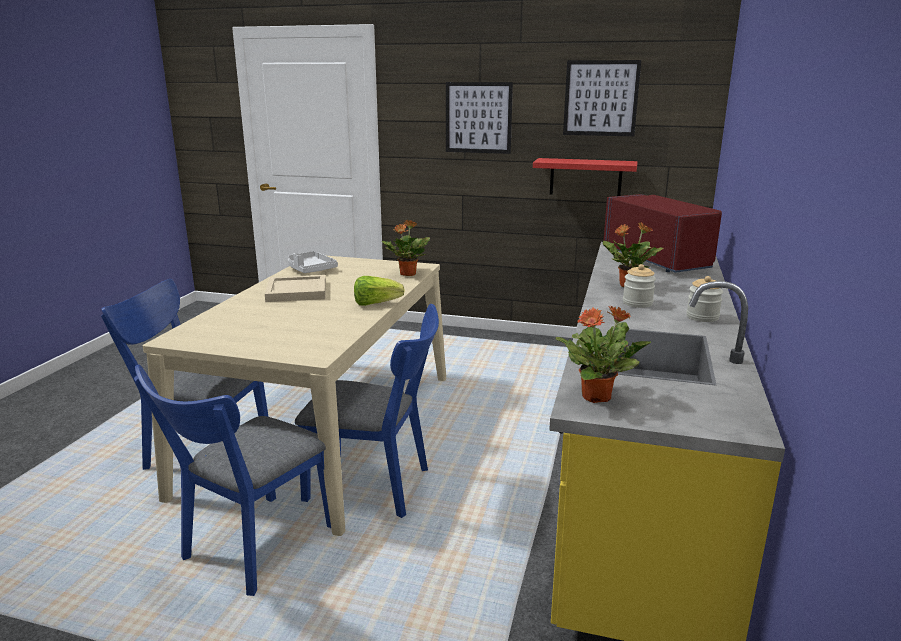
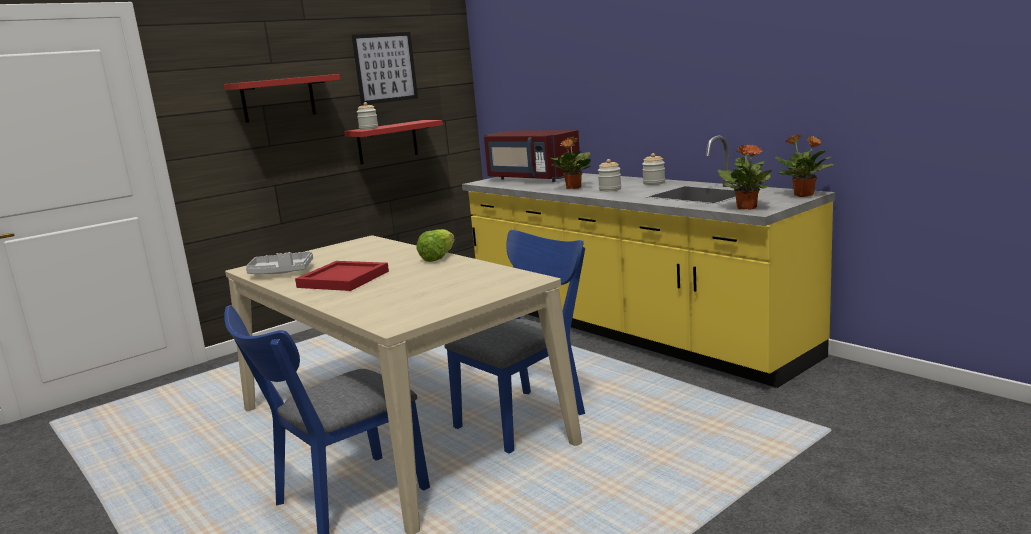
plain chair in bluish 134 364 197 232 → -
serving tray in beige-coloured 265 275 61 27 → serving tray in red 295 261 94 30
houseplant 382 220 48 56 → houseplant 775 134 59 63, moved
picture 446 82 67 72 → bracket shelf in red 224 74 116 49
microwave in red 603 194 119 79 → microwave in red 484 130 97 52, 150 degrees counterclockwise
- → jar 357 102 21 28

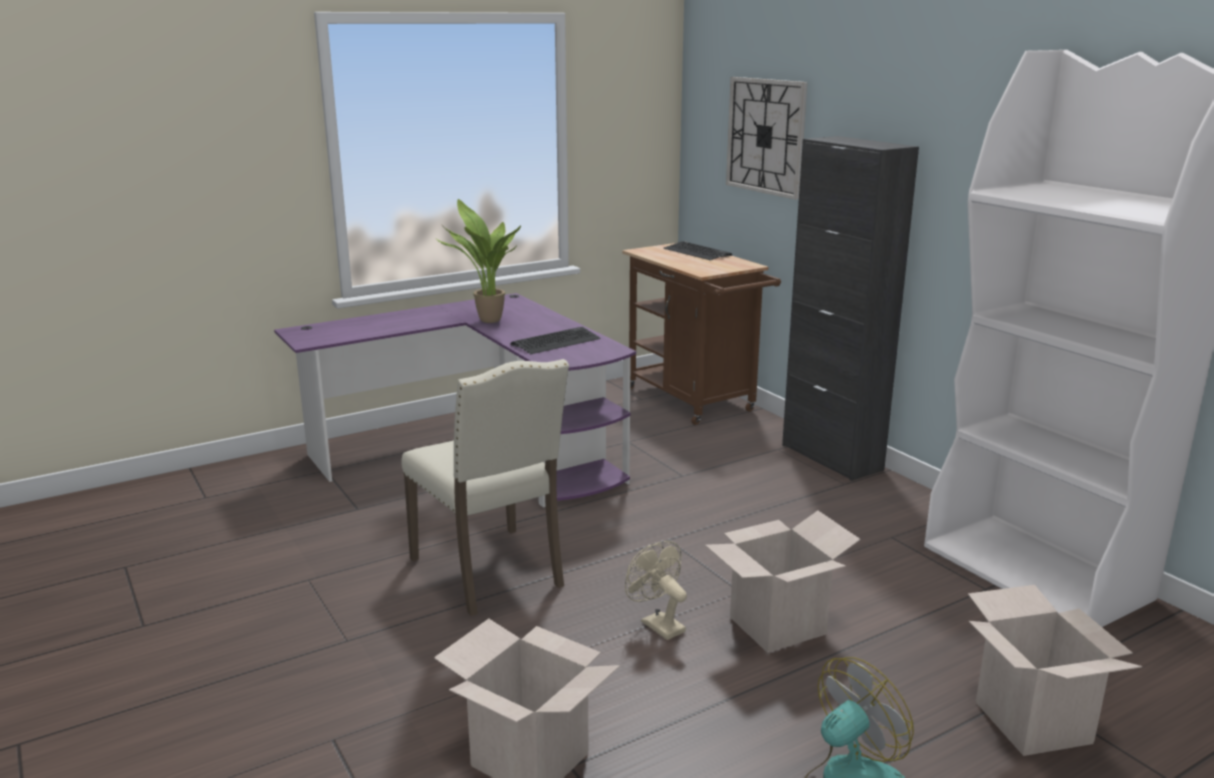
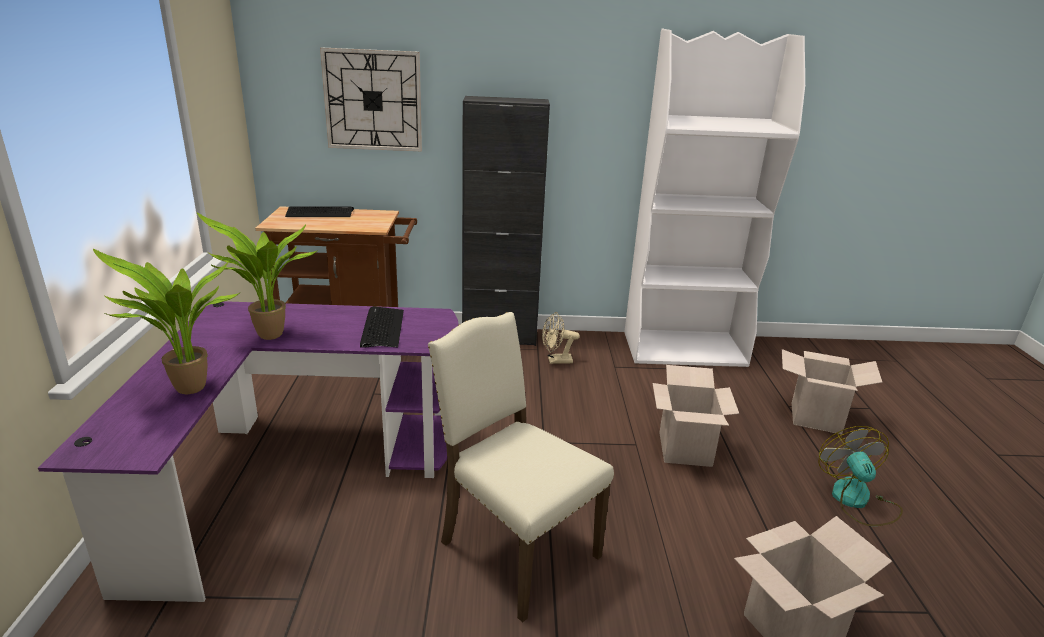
plain chair in beige-coloured 401 359 168 257 → plain chair in beige-coloured 428 312 186 310, 135 degrees counterclockwise
cooling fan in beige-coloured 625 541 62 99 → cooling fan in beige-coloured 542 312 38 52, moved
- → houseplant 93 249 146 145

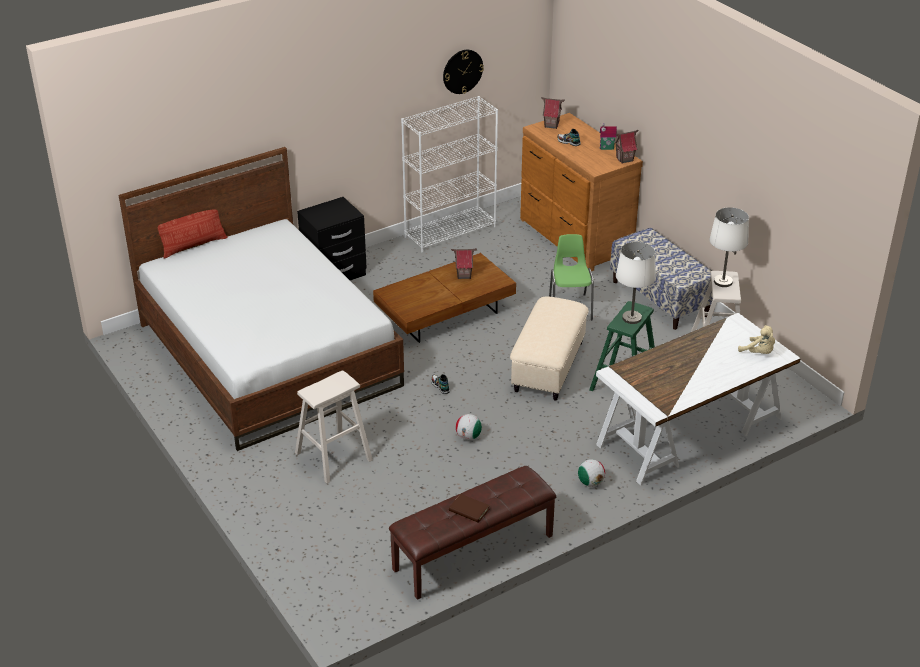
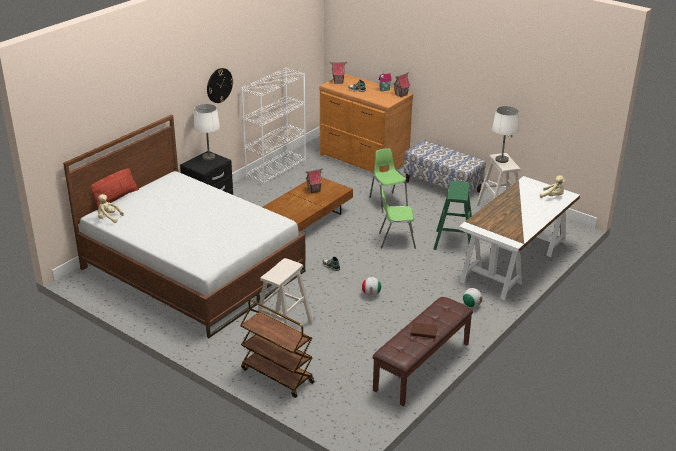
wall clock 443 50 41 44 → wall clock 207 68 27 35, moved
ottoman in beige-coloured 510 297 79 103 → plain chair in greenish 379 189 37 60
table lamp in whitish 616 242 40 82 → table lamp in whitish 193 104 27 56, moved
- → cuddly toy in beige-coloured 98 194 26 29
- → wheeled cart in brownish 240 299 75 99

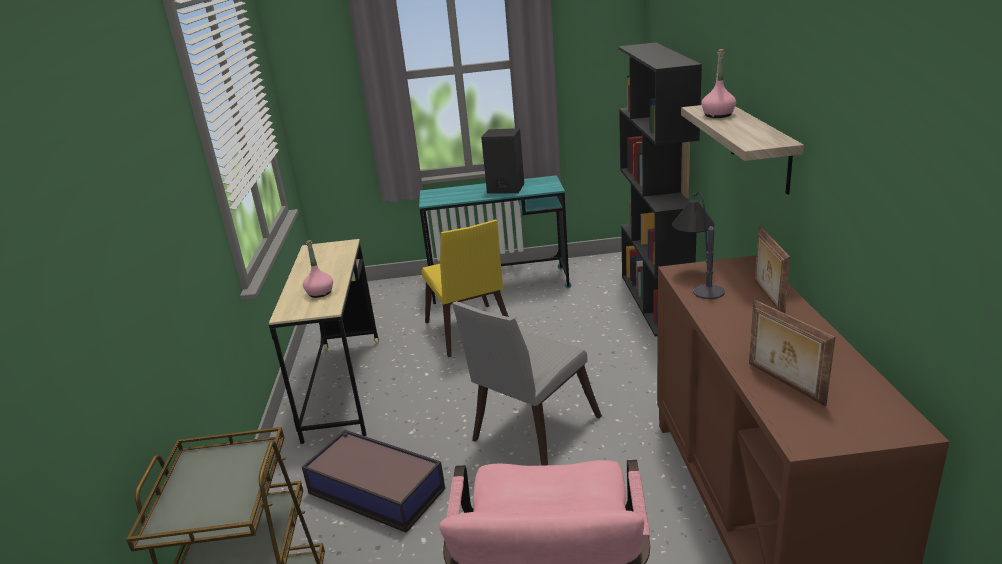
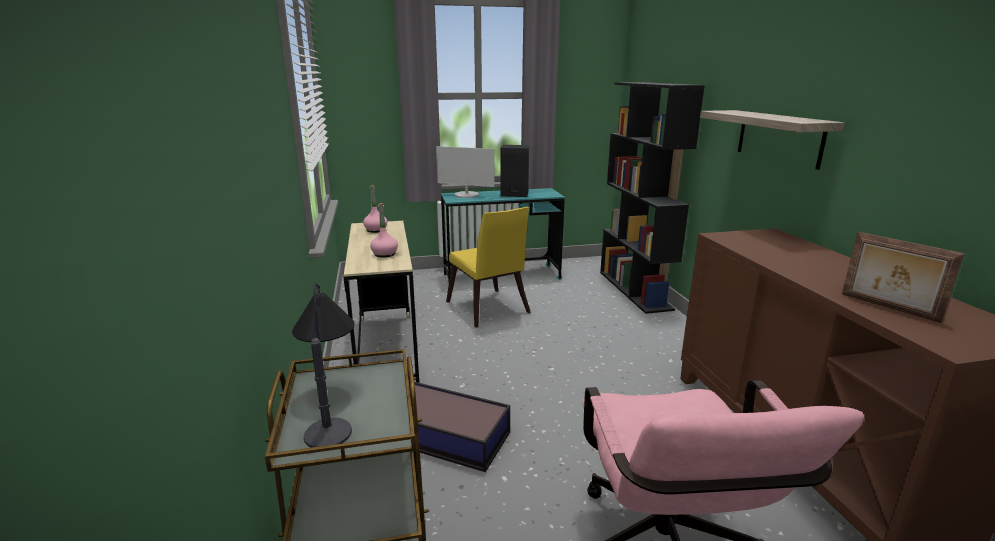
plain chair in grey 452 301 150 165 → -
table lamp 672 192 53 107 → table lamp 292 283 63 165, moved
drink bottle in pinkish 701 49 35 69 → drink bottle in pinkish 363 185 24 48, moved
picture frame 755 226 35 87 → -
- → monitor 436 146 58 52

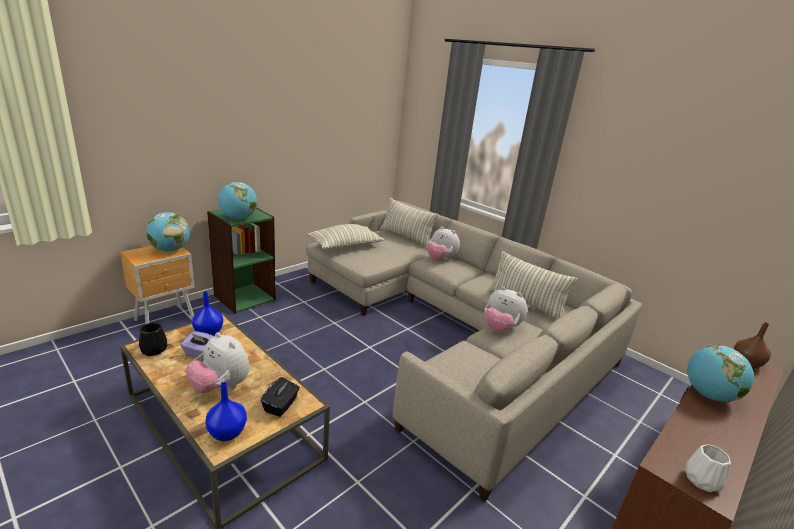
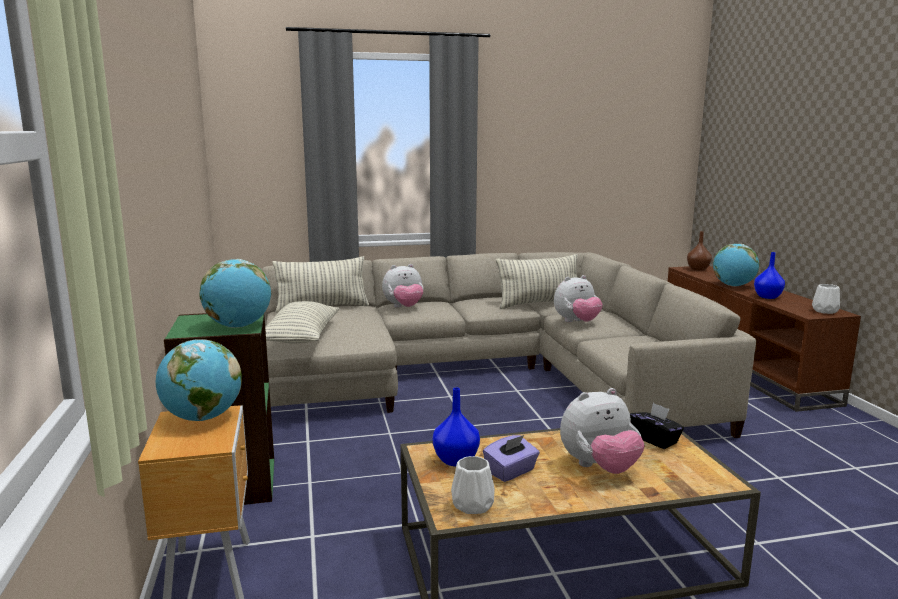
decorative vase in black 139 323 28 33 → decorative vase in whitish 451 456 44 58
decorative vase in bluish 205 382 42 59 → decorative vase in bluish 754 252 31 47, moved

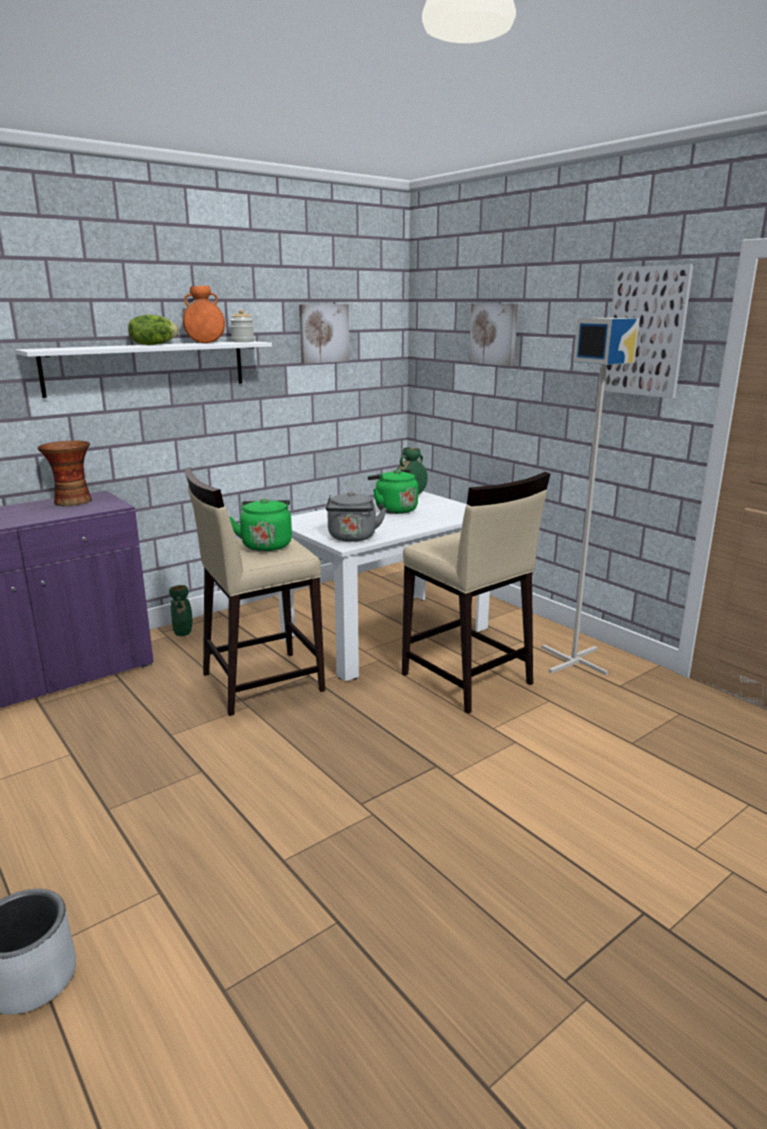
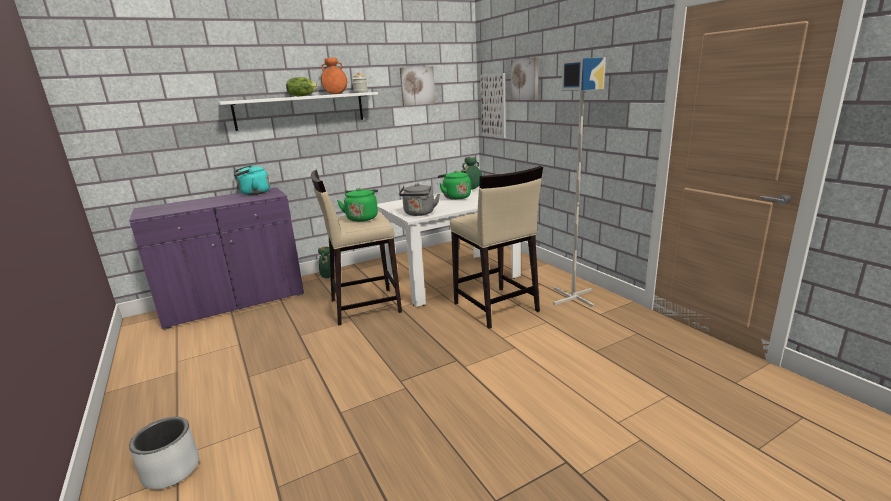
decorative vase 37 440 55 66 → tea kettle in blue-green 234 165 36 30
picture 604 265 89 134 → picture 480 73 26 65, moved

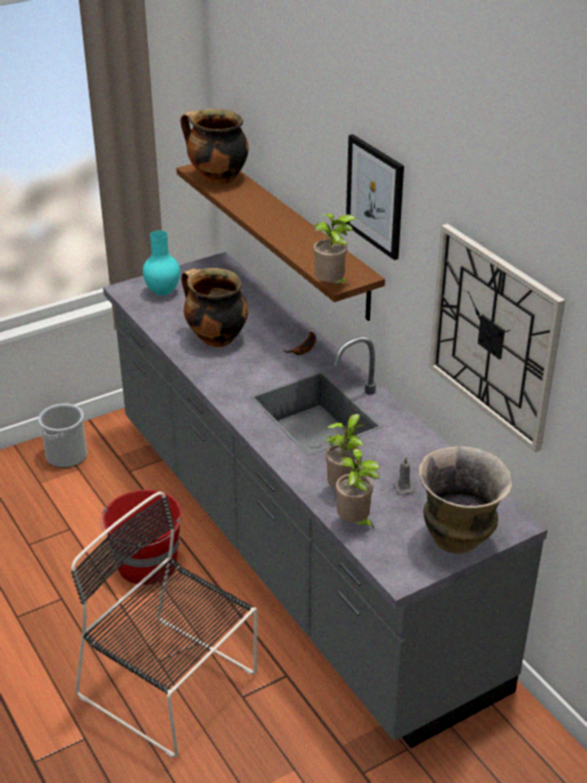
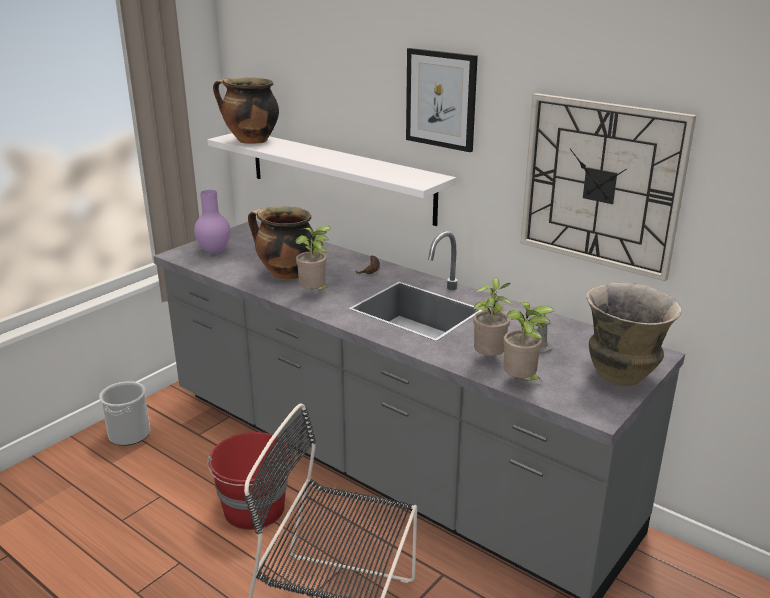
decorative vase in blue-green 143 231 37 65 → decorative vase in purplish 194 190 36 64
bracket shelf in brownish 176 164 209 157 → bracket shelf in whitish 207 133 249 93
houseplant 313 214 43 70 → houseplant 295 226 36 64, moved

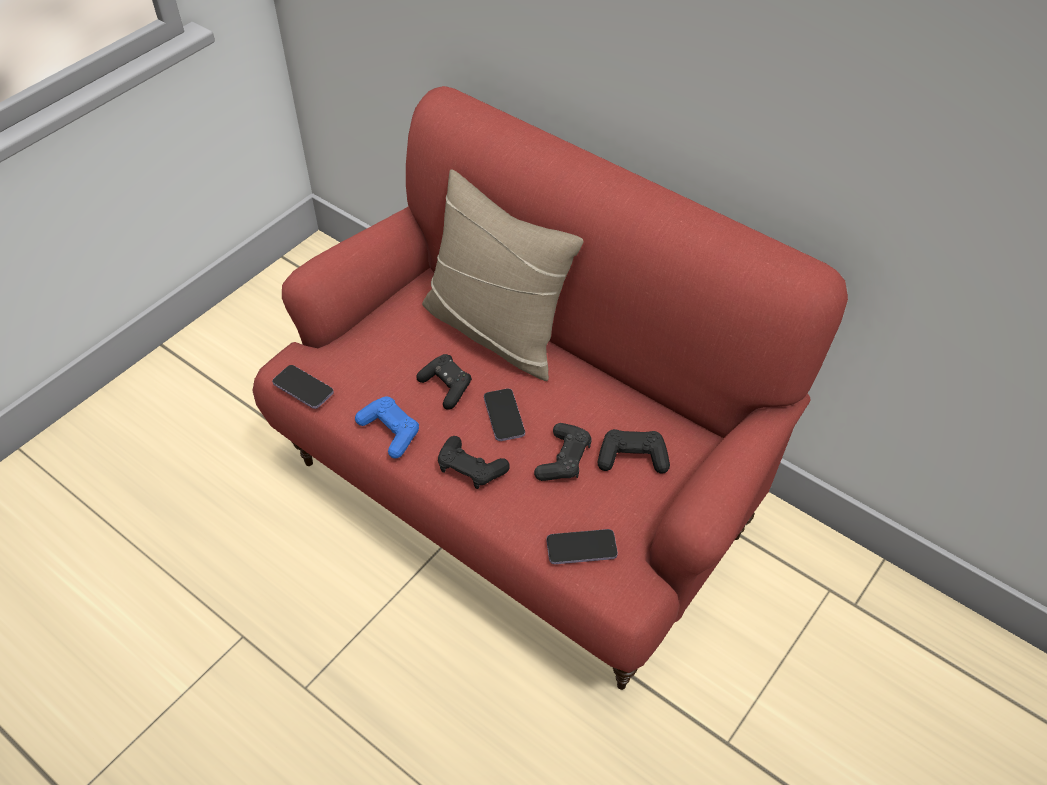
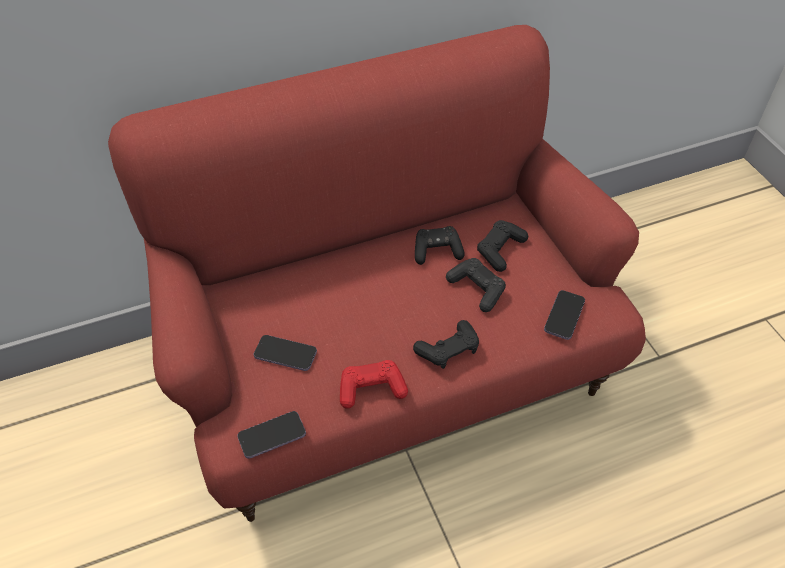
game controller in bluish 355 396 64 62 → game controller in red 340 360 68 49
game controller in black 416 354 56 56 → game controller in black 415 226 50 39, moved
pillow in beige-coloured 422 169 162 212 → -
phone 484 389 41 52 → phone 254 335 63 36, moved

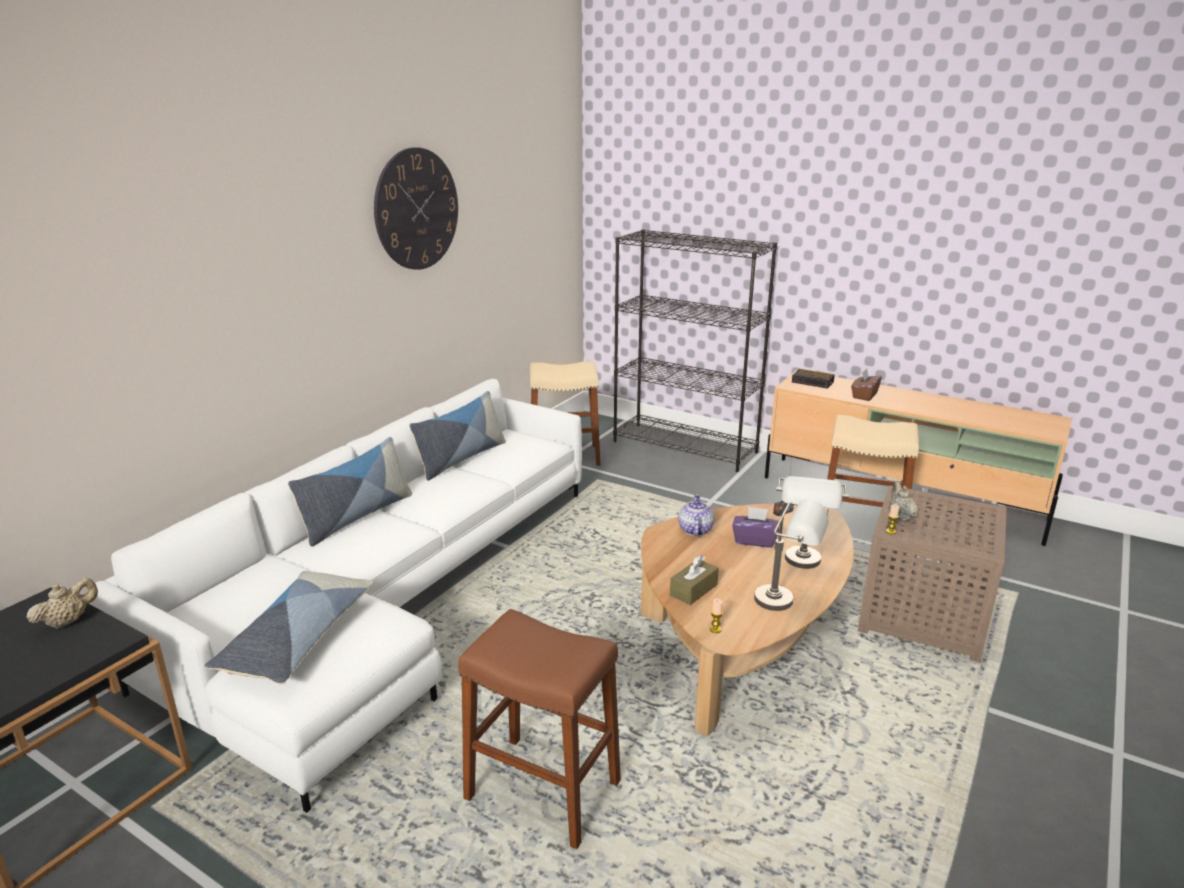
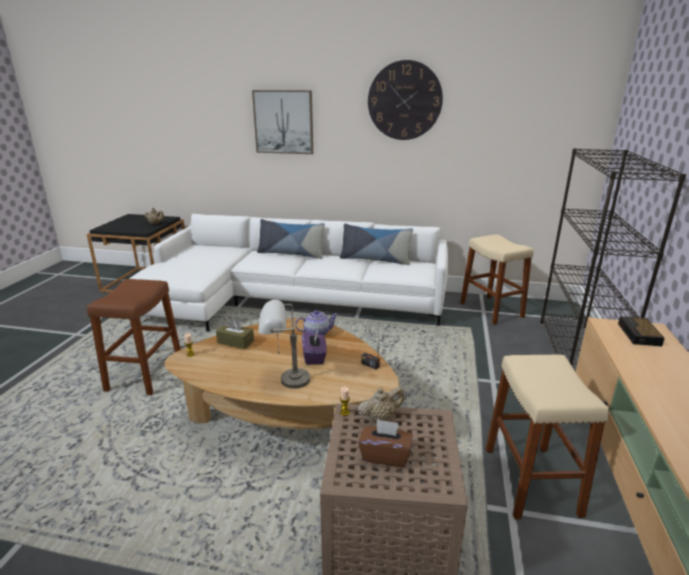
pillow 204 571 170 113 → -
table lamp in grey 754 499 75 112 → -
box of tissues in brownish 851 369 31 32 → box of tissues in brownish 358 419 55 48, moved
- → picture 252 90 61 64

